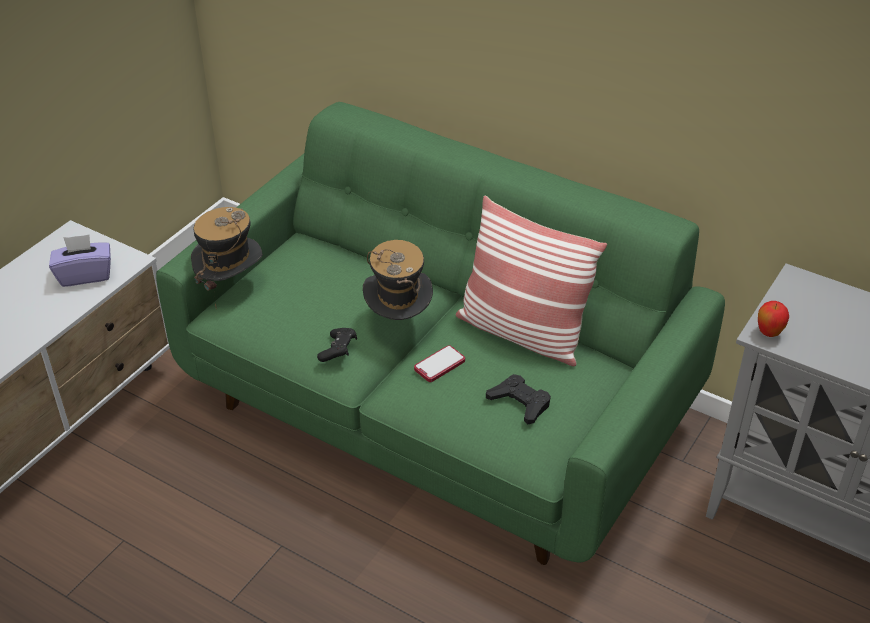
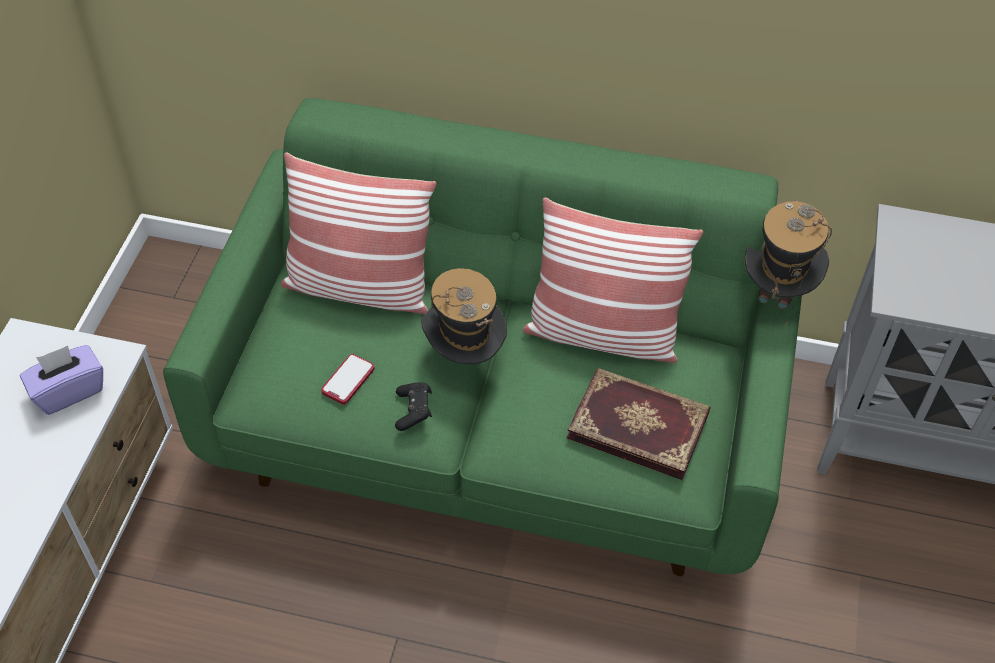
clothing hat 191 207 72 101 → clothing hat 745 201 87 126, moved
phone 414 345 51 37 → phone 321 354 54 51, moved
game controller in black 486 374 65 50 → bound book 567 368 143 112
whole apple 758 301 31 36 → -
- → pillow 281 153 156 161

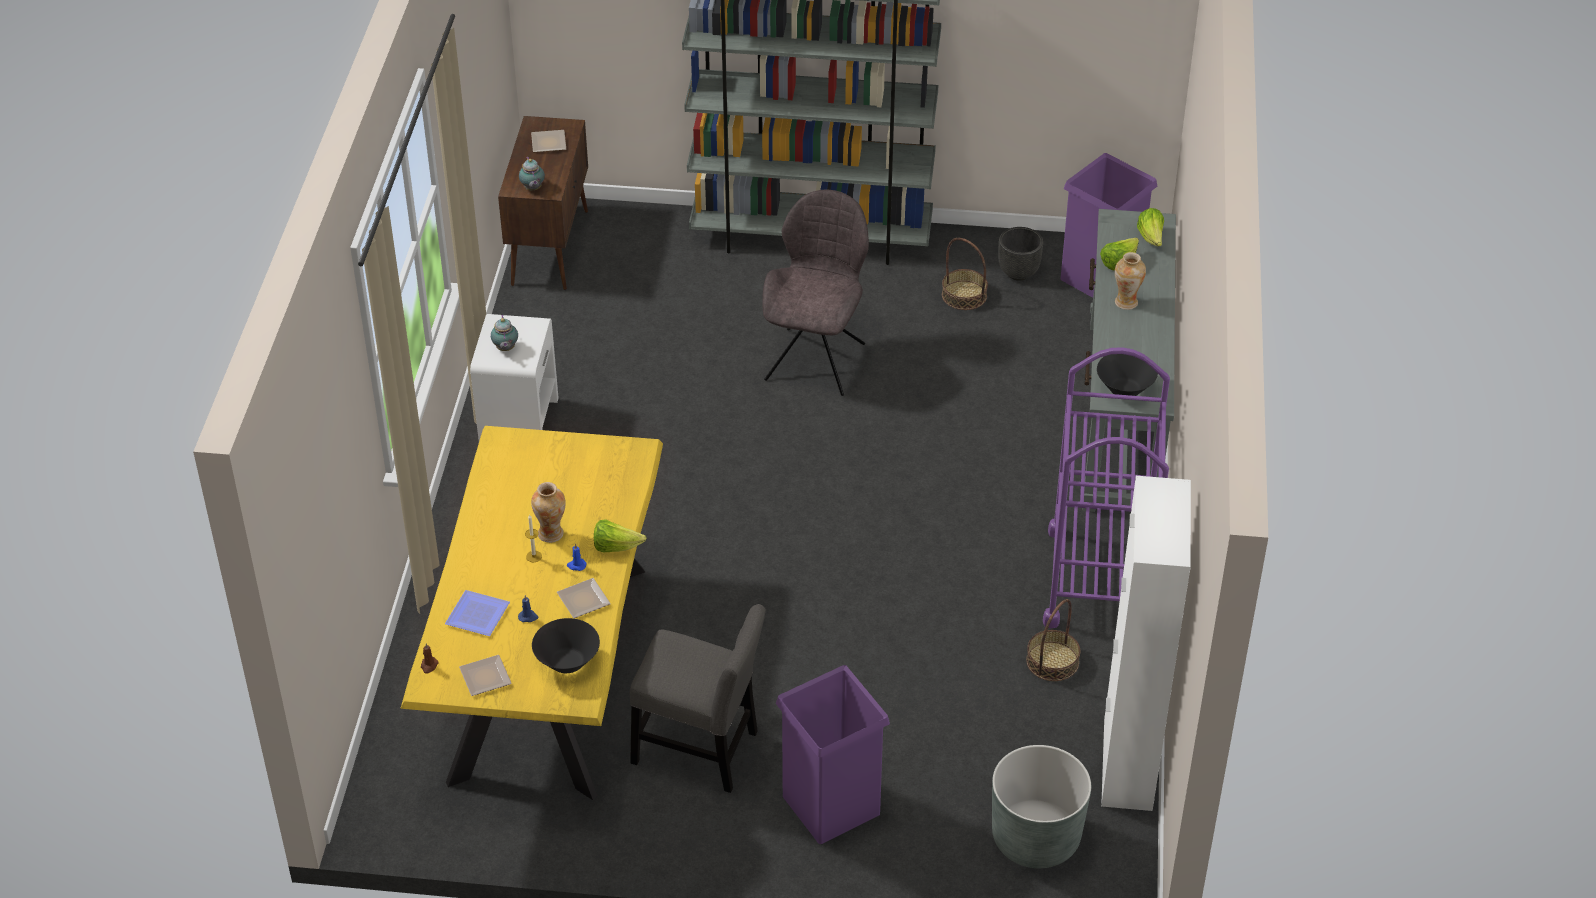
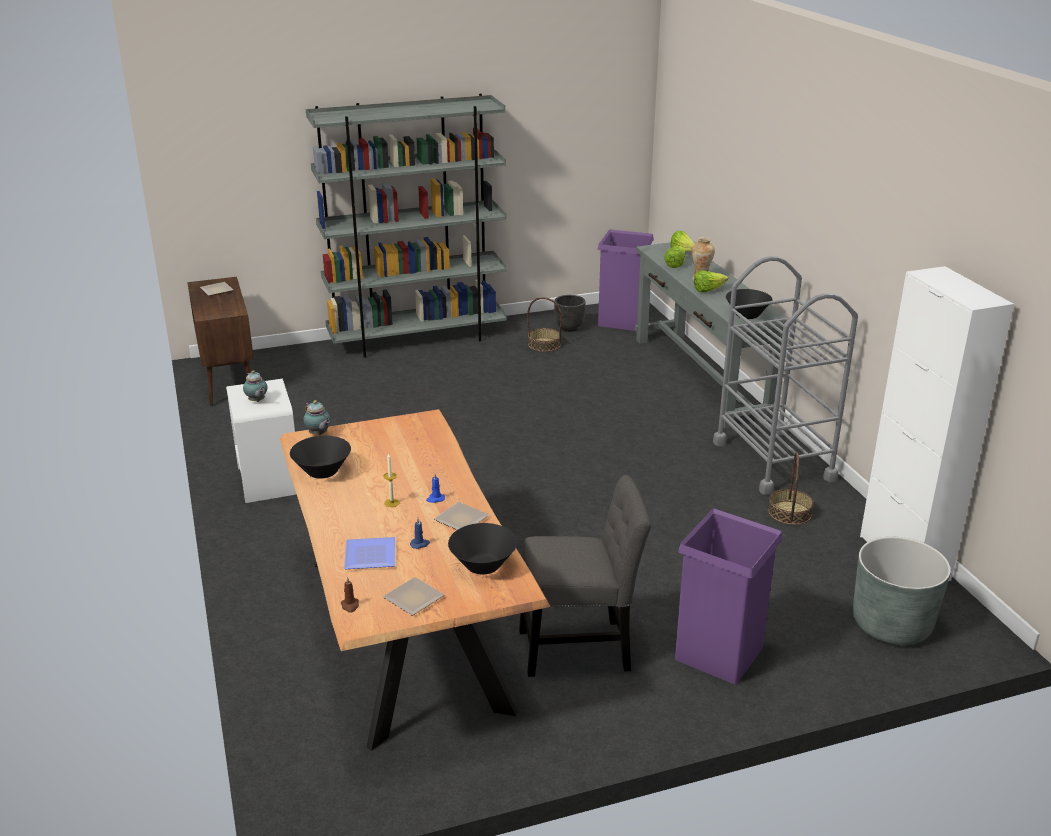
kitchen table in yellow-coloured 401 426 262 374 → kitchen table in brownish 280 409 270 342
pot for tea 519 157 26 33 → pot for tea 303 400 28 35, moved
decorative vase 531 482 35 61 → -
lettuce 594 519 52 34 → lettuce 694 270 34 22, moved
plain chair in grey 762 190 107 206 → -
wheeled cart in purplish 1043 347 127 281 → wheeled cart in grey 713 256 145 239
- → serving bowl in black 290 436 61 43

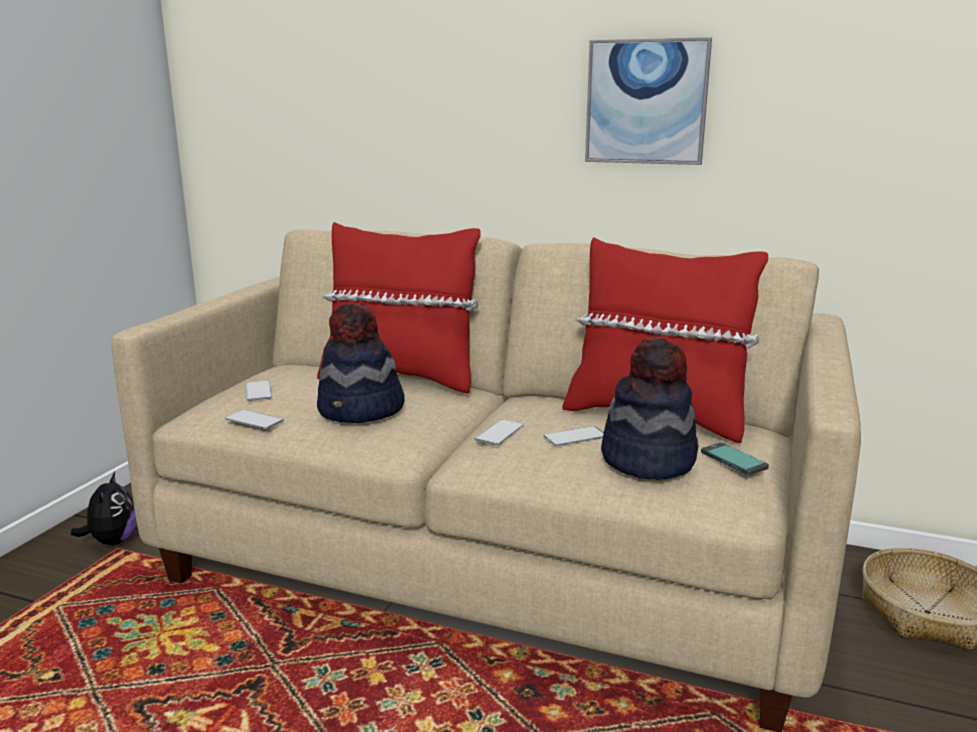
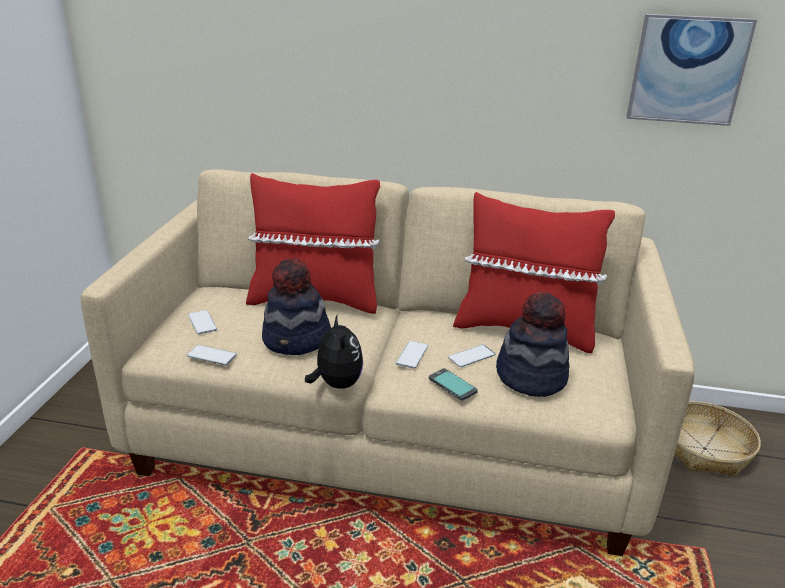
cuddly toy 71 472 66 73 → cuddly toy 305 315 58 74, moved
picture 585 37 127 128 → picture 626 14 131 112, moved
phone 701 443 68 32 → phone 429 368 49 33, moved

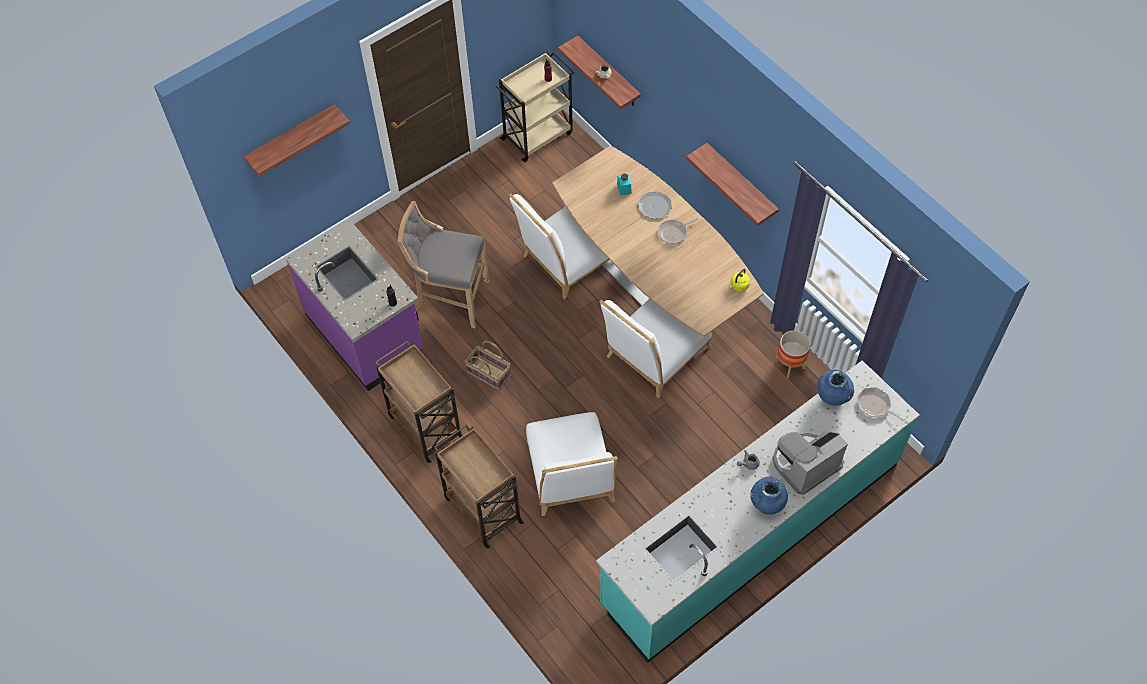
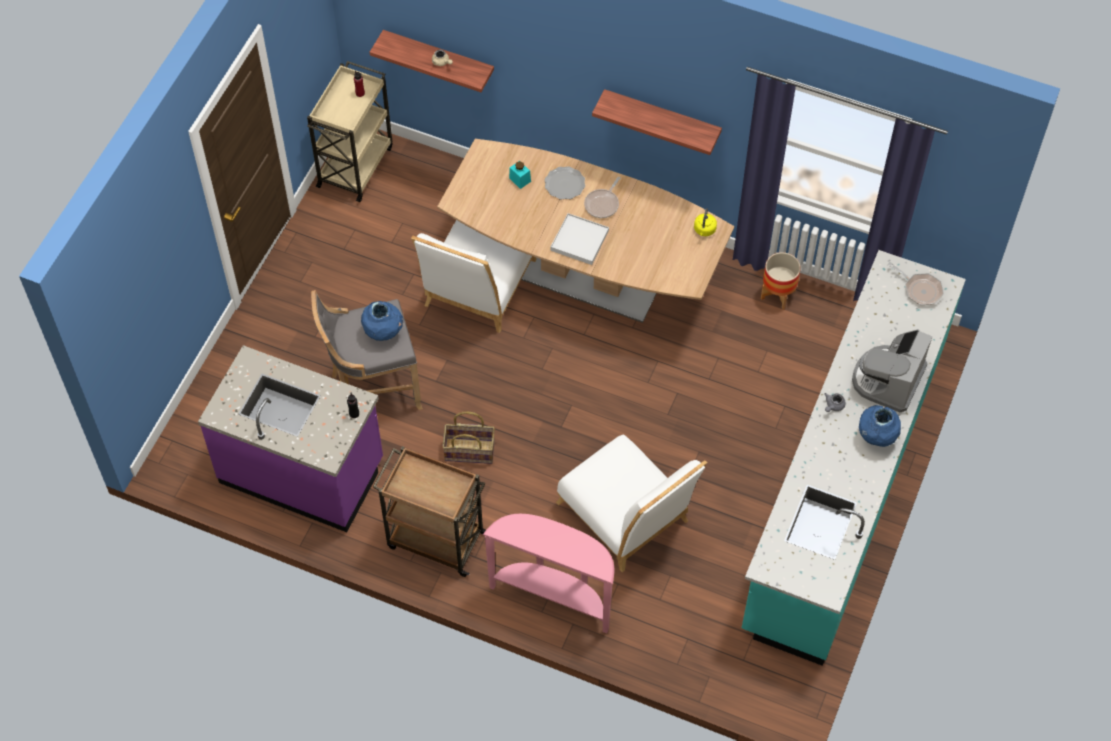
bracket shelf 243 104 107 73 → -
wheeled cart in brownish 434 424 90 125 → hall table in pinkish 483 514 131 119
plain chair in whitish 599 299 113 99 → -
decorative vase in bluish 818 369 36 37 → decorative vase in bluish 361 301 42 40, moved
frying pan 857 387 52 37 → frying pan 887 262 57 43, 150 degrees counterclockwise
- → serving tray in whitish 551 213 58 52

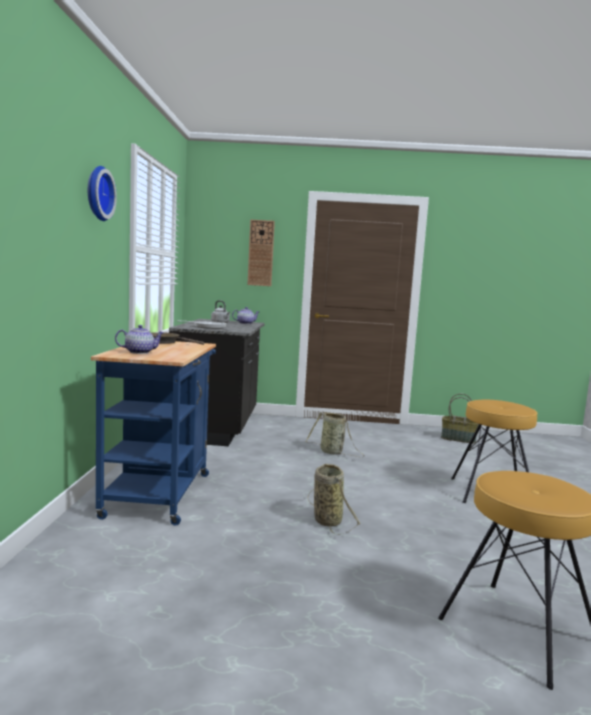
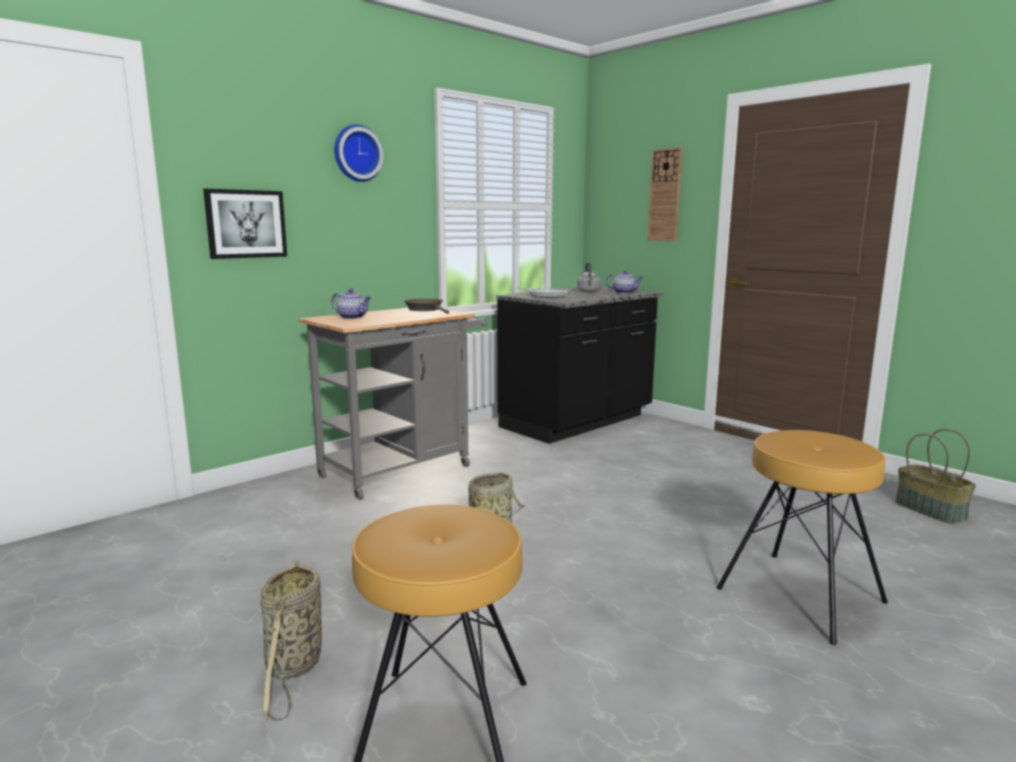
wheeled cart in bluish 91 341 125 185 → wheeled cart in grey 299 308 188 192
household basket 306 412 58 45 → household basket 260 560 62 161, moved
- → picture 203 189 84 70

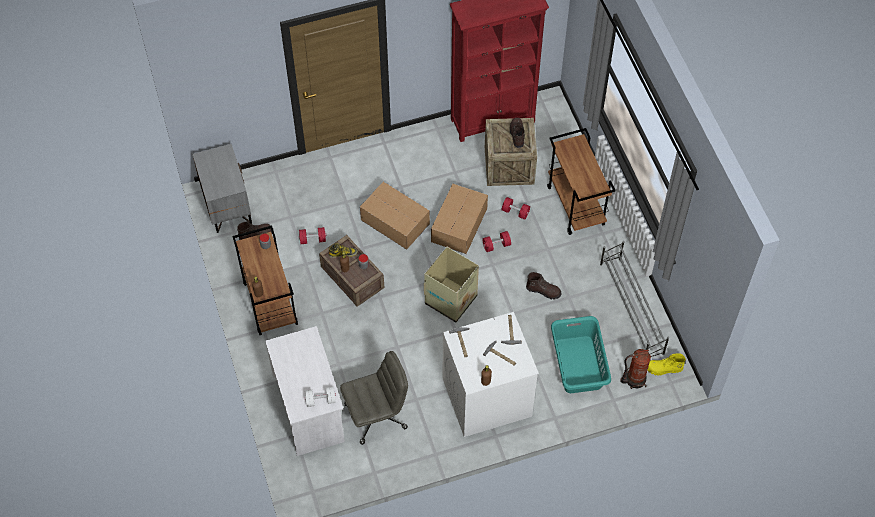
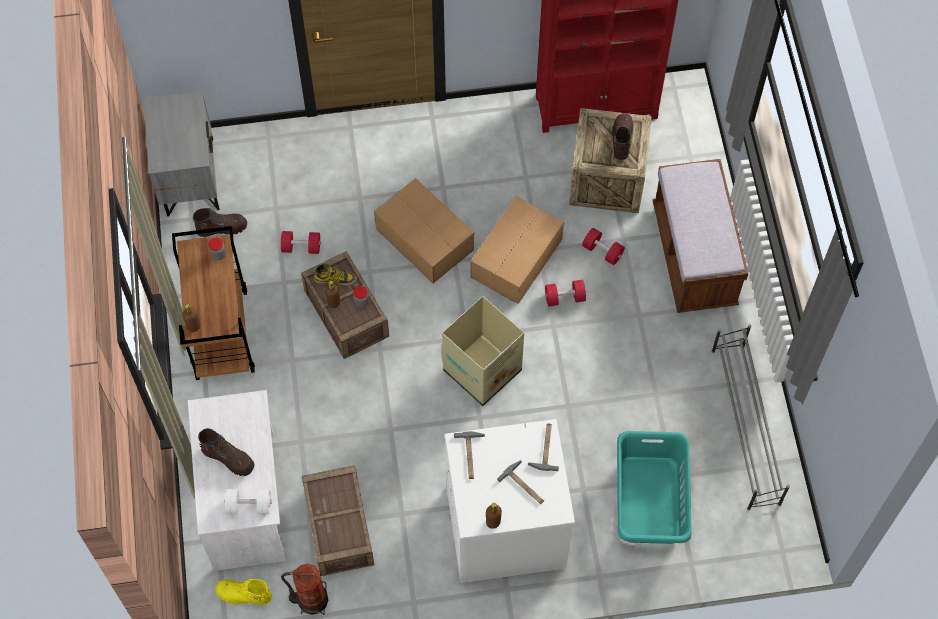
computer chair in grey 340 351 68 94 → shipping crate 302 465 72 111
high-top boot in brownish 526 272 35 28 → high-top boot in brownish 198 428 57 48, moved
wheeled cart in brownish 547 128 69 107 → long seat in brownish 653 159 95 154
fire-fighting cylinder 620 349 31 40 → fire-fighting cylinder 281 564 47 51, moved
high-top boot in yellow-coloured 647 353 39 23 → high-top boot in yellow-coloured 216 579 56 28, moved

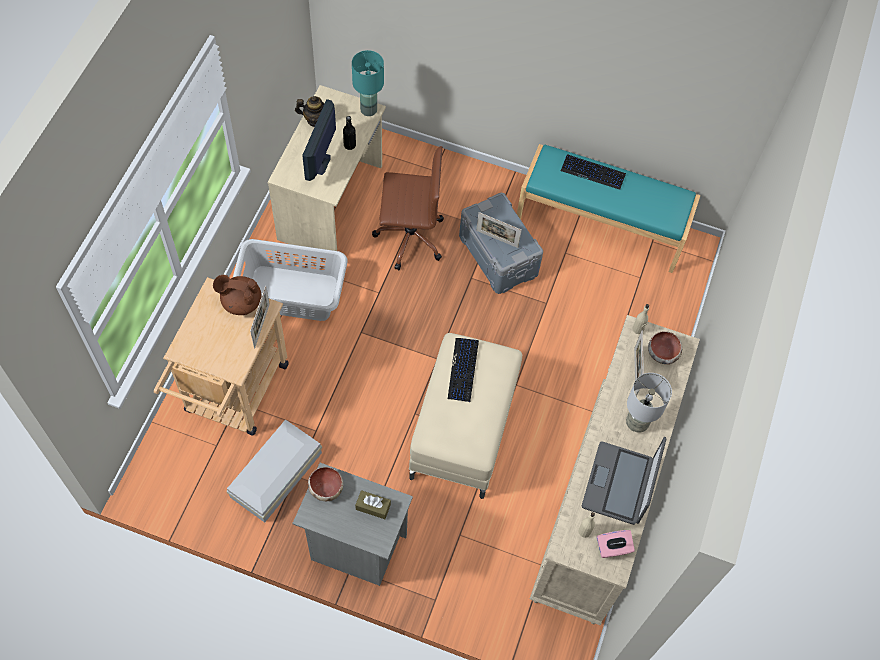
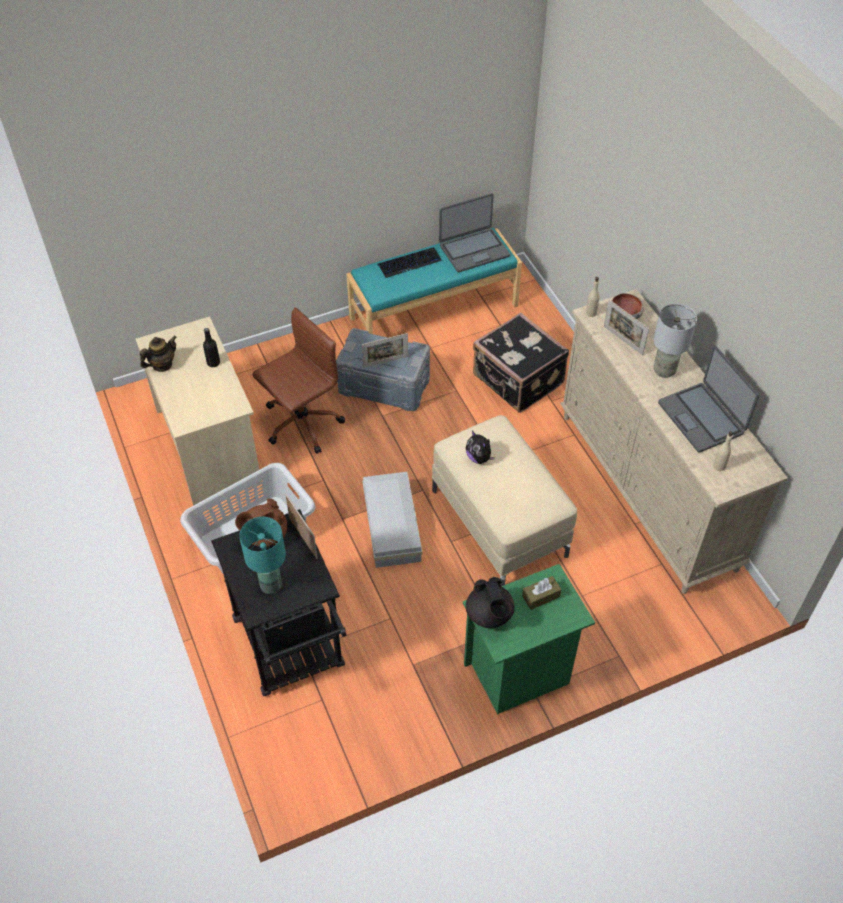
wheeled cart in beige-coloured 154 277 135 159 → wheeled cart in black 211 509 135 187
storage box in whitish 226 419 96 104 → storage box in whitish 362 472 60 96, moved
night table in grey 292 463 121 123 → night table in greenish 463 564 132 150
monitor 302 99 34 82 → -
serving bowl 308 467 35 34 → pot for tea in black 466 577 49 51
table lamp in blue-green 352 50 32 66 → table lamp in blue-green 240 517 46 77, moved
keyboard 448 338 31 65 → cuddly toy 466 431 29 33
box of tissues in pinkish 597 530 38 28 → -
- → laptop 439 193 71 79
- → travel case in black 473 312 96 101

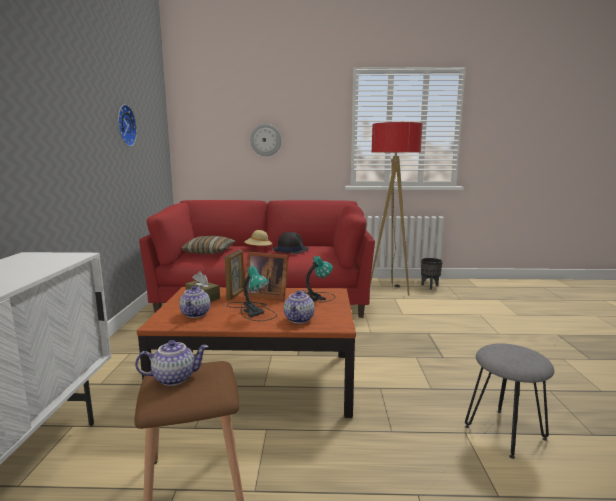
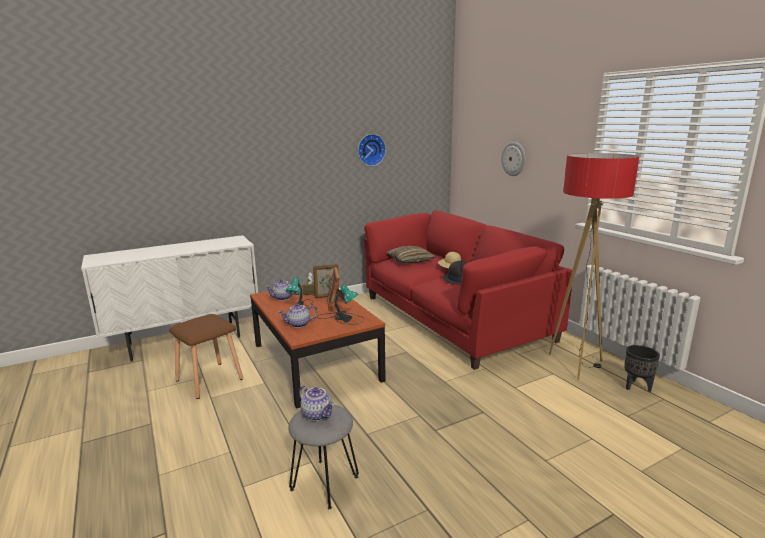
pot for tea 135 340 74 46 → pot for tea 299 385 35 36, moved

